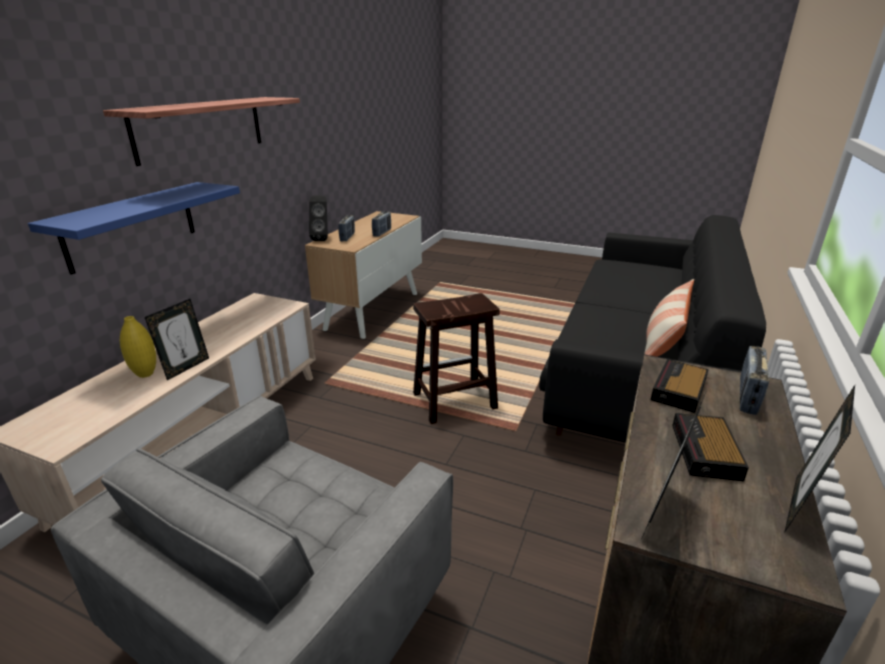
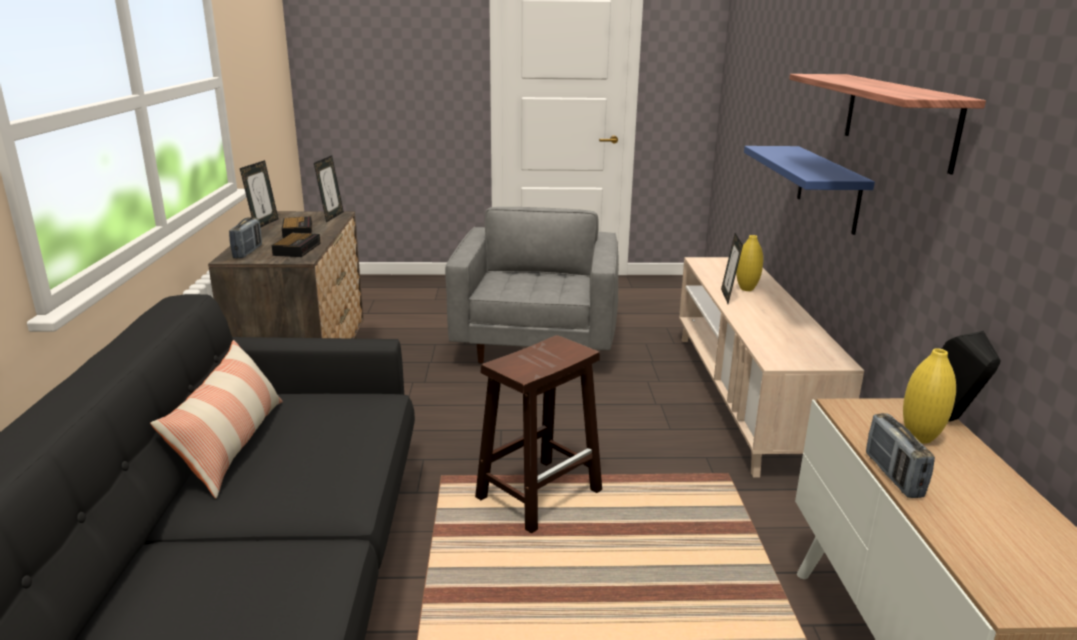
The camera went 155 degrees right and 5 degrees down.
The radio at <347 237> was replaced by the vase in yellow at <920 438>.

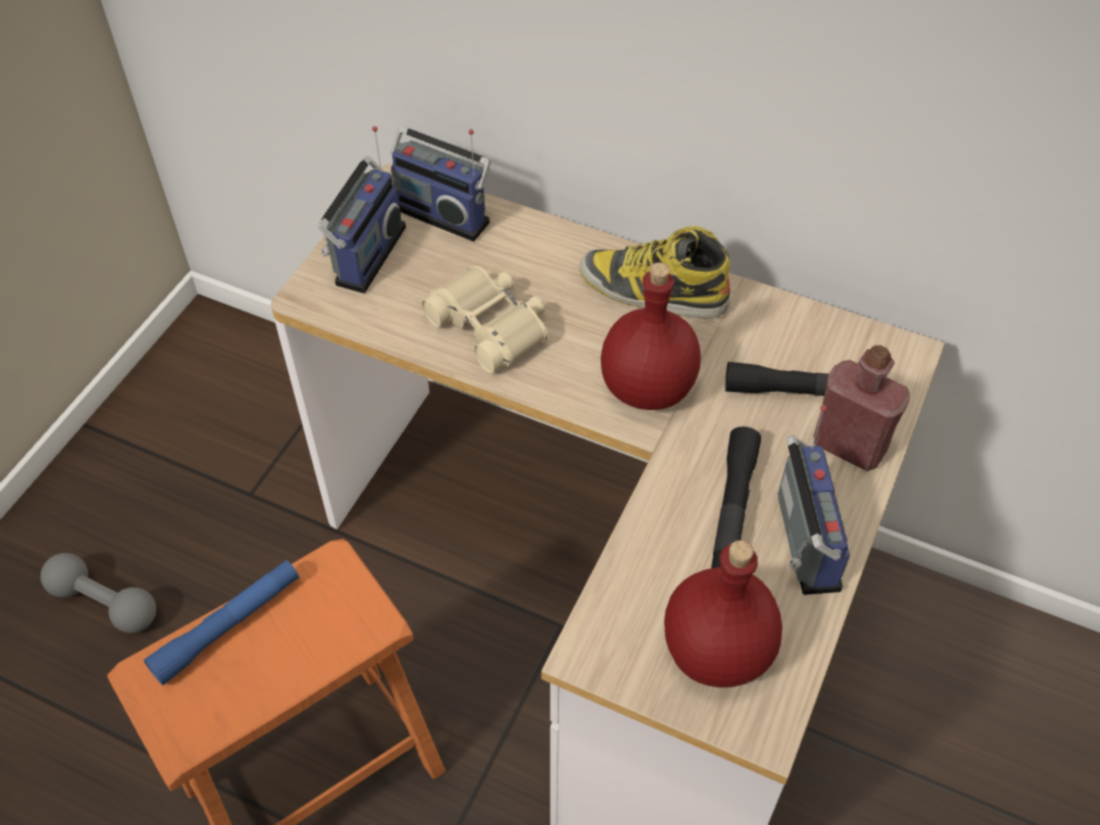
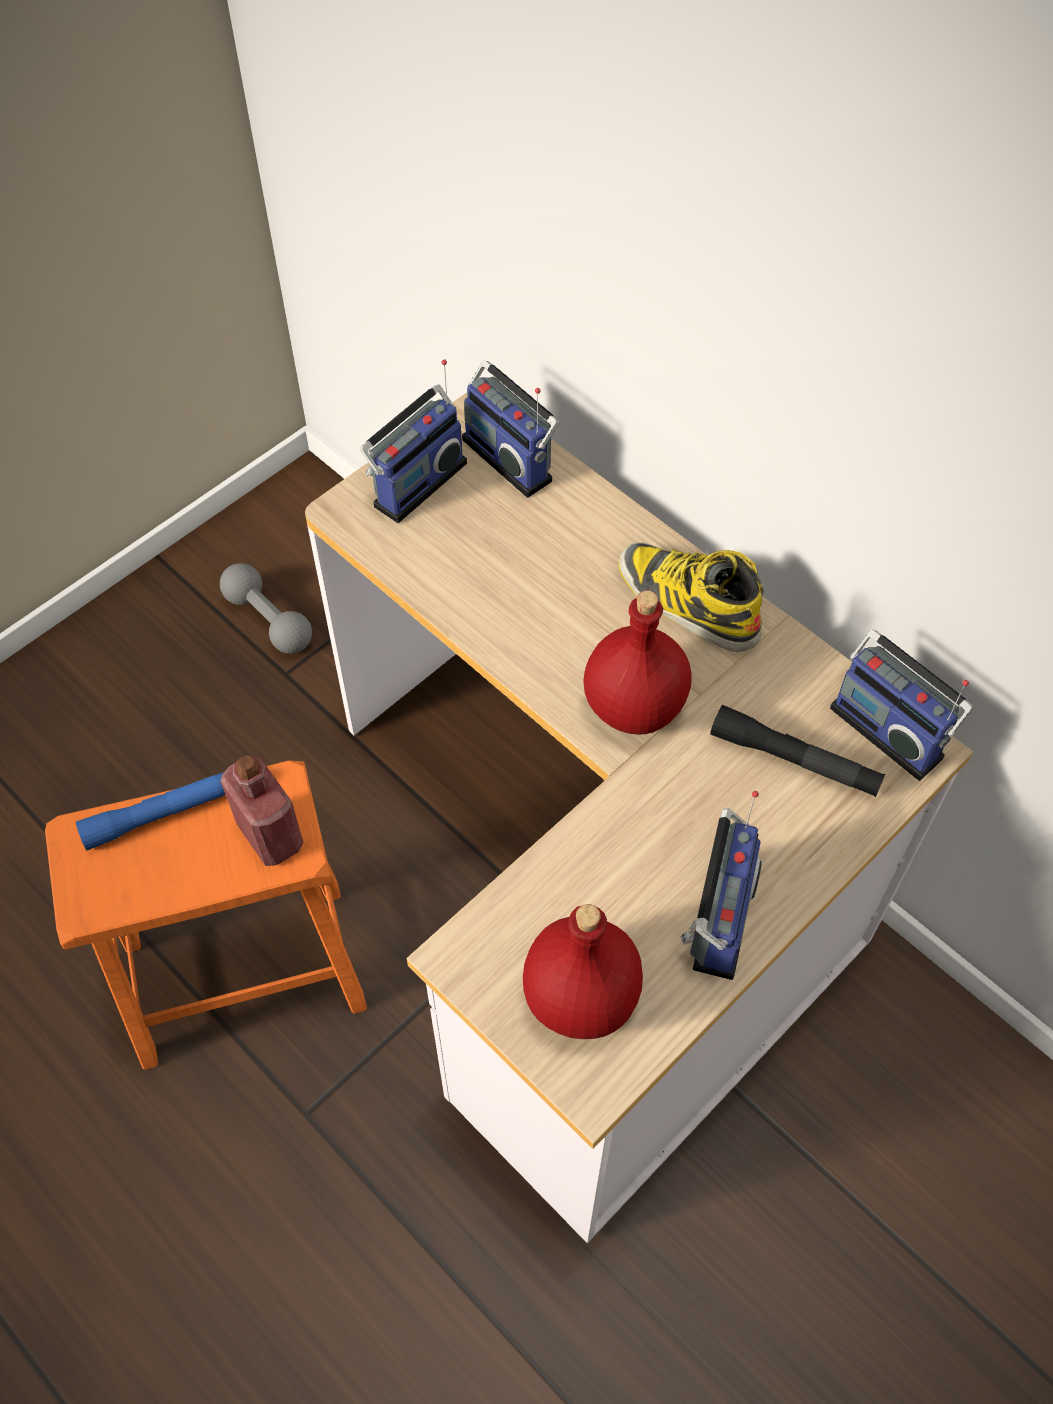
The camera went 20 degrees right and 5 degrees up.
The binoculars in beige at <490 325> disappeared.
The flashlight in black at <732 512> disappeared.
The radio at <889 729> appeared.
The dumbbell in grey moved from <104 603> to <268 620>.
The bottle in red moved from <849 446> to <270 835>.

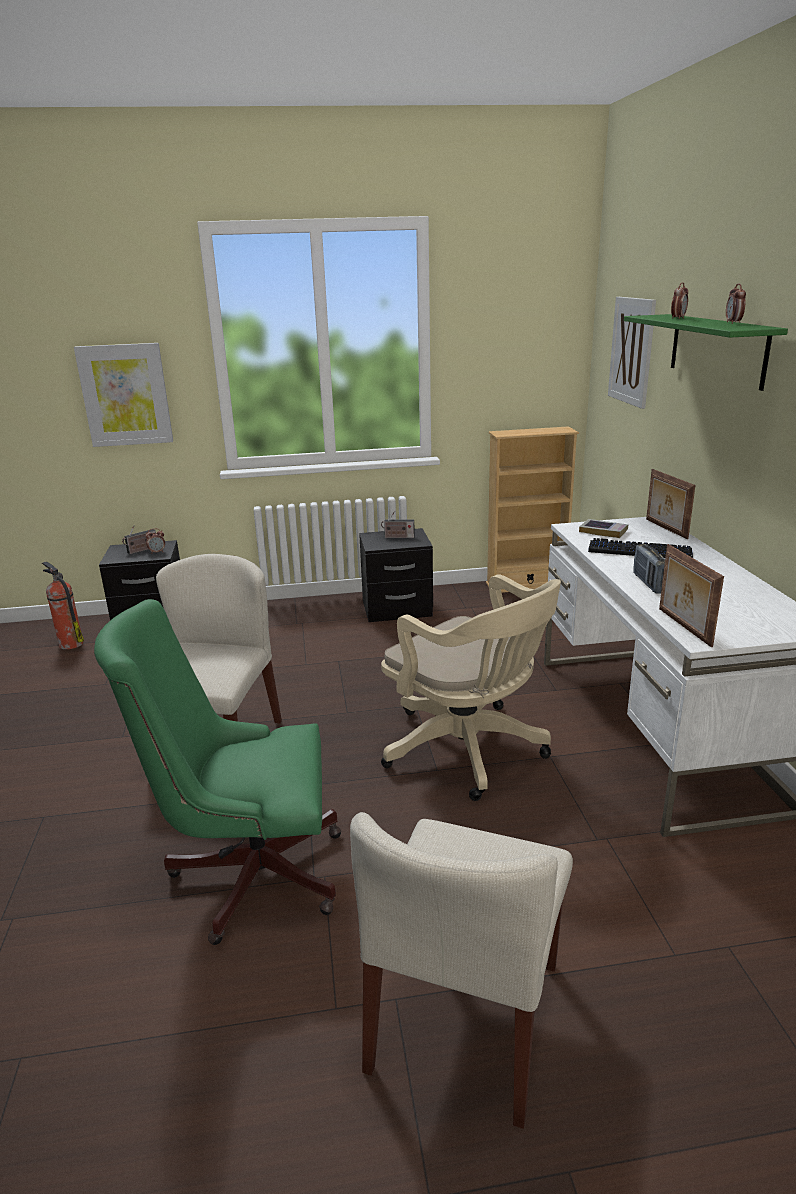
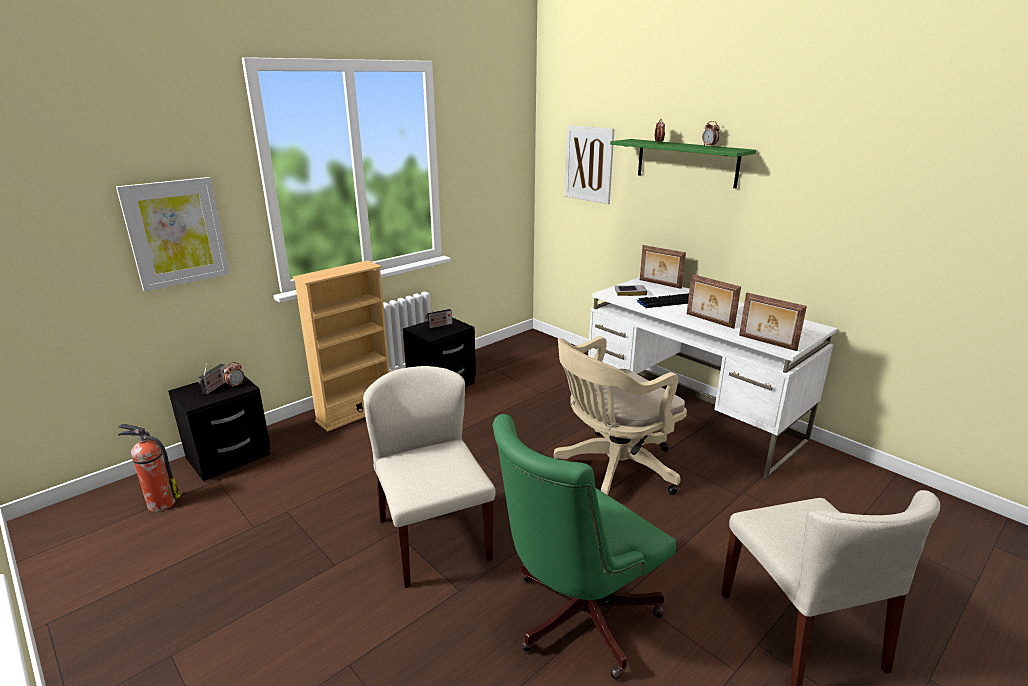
The camera went 35 degrees left and 0 degrees up.
The bookcase in beige moved from <526 585> to <355 413>.
The radio at <649 583> was replaced by the picture frame at <709 321>.
The office chair in beige at <470 751> turned 135 degrees clockwise.

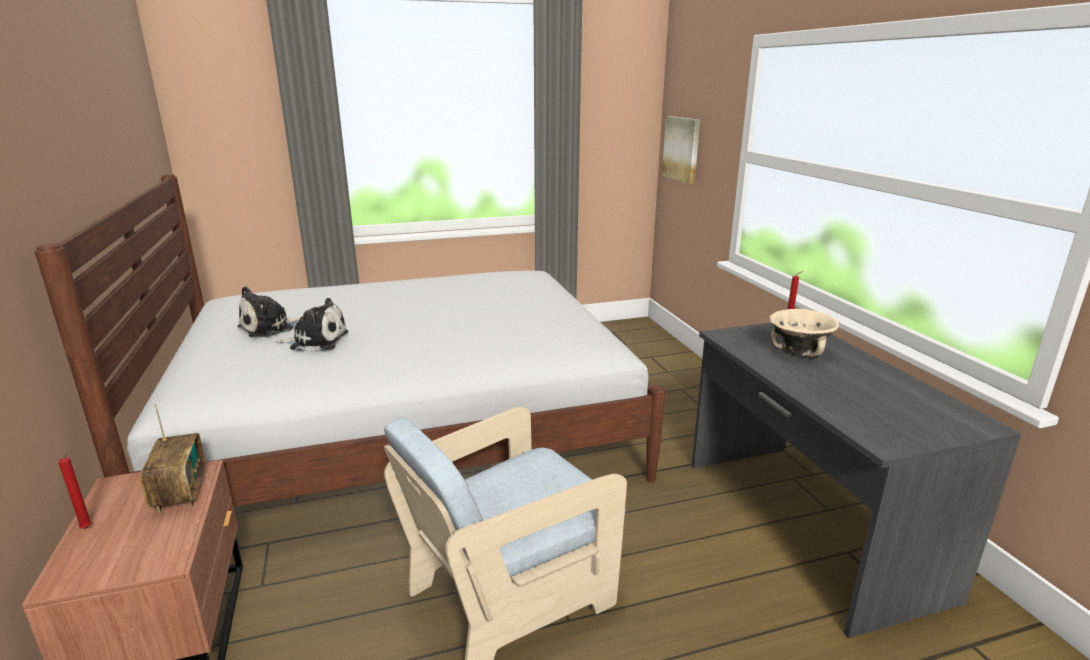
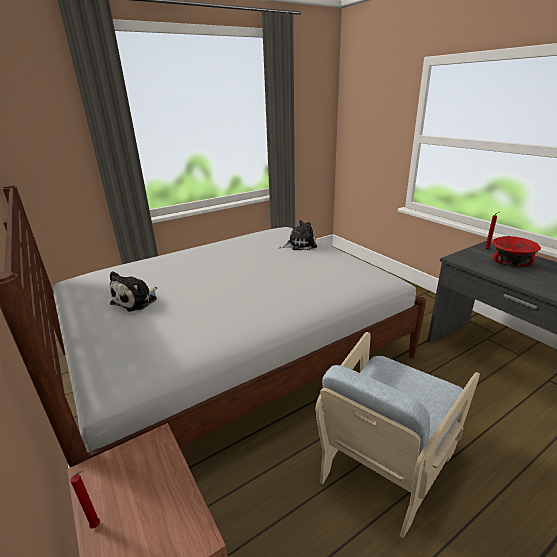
The camera went 15 degrees left and 5 degrees up.
The radio at <180 492> disappeared.
The picture at <682 149> disappeared.
The plush toy moved from <316 341> to <299 245>.
The bowl in beige at <799 351> became the bowl in red at <510 263>.

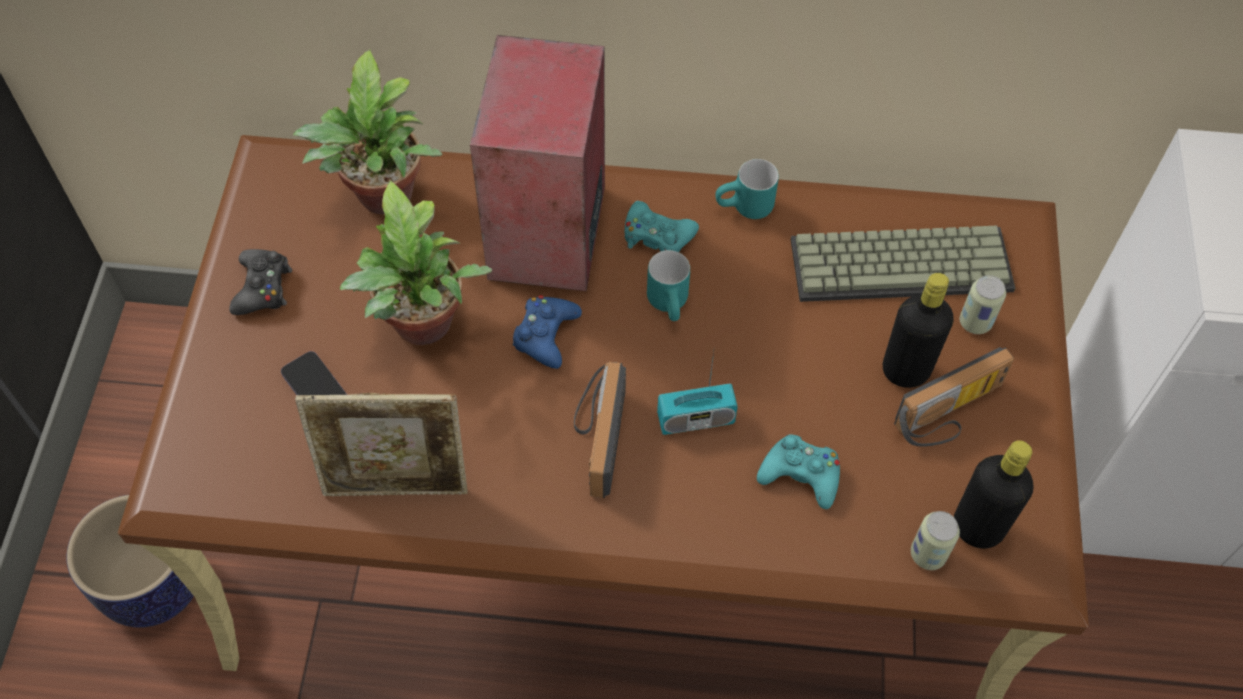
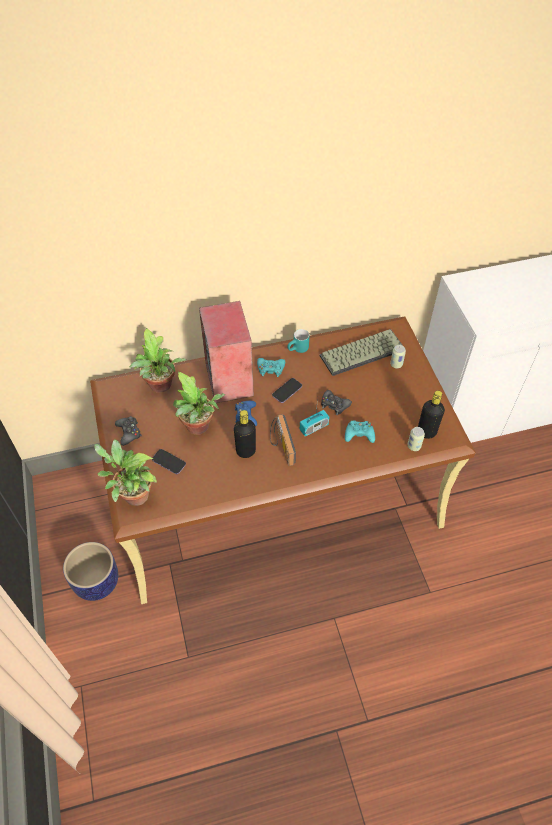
The camera went 20 degrees left and 5 degrees down.
The picture frame at <397 486> disappeared.
The radio at <951 416> disappeared.
The potted plant at <133 495> appeared.
The game controller in black at <334 405> appeared.
The bottle in black moved from <905 370> to <246 451>.
The mug in turquoise at <672 305> was replaced by the phone at <287 391>.

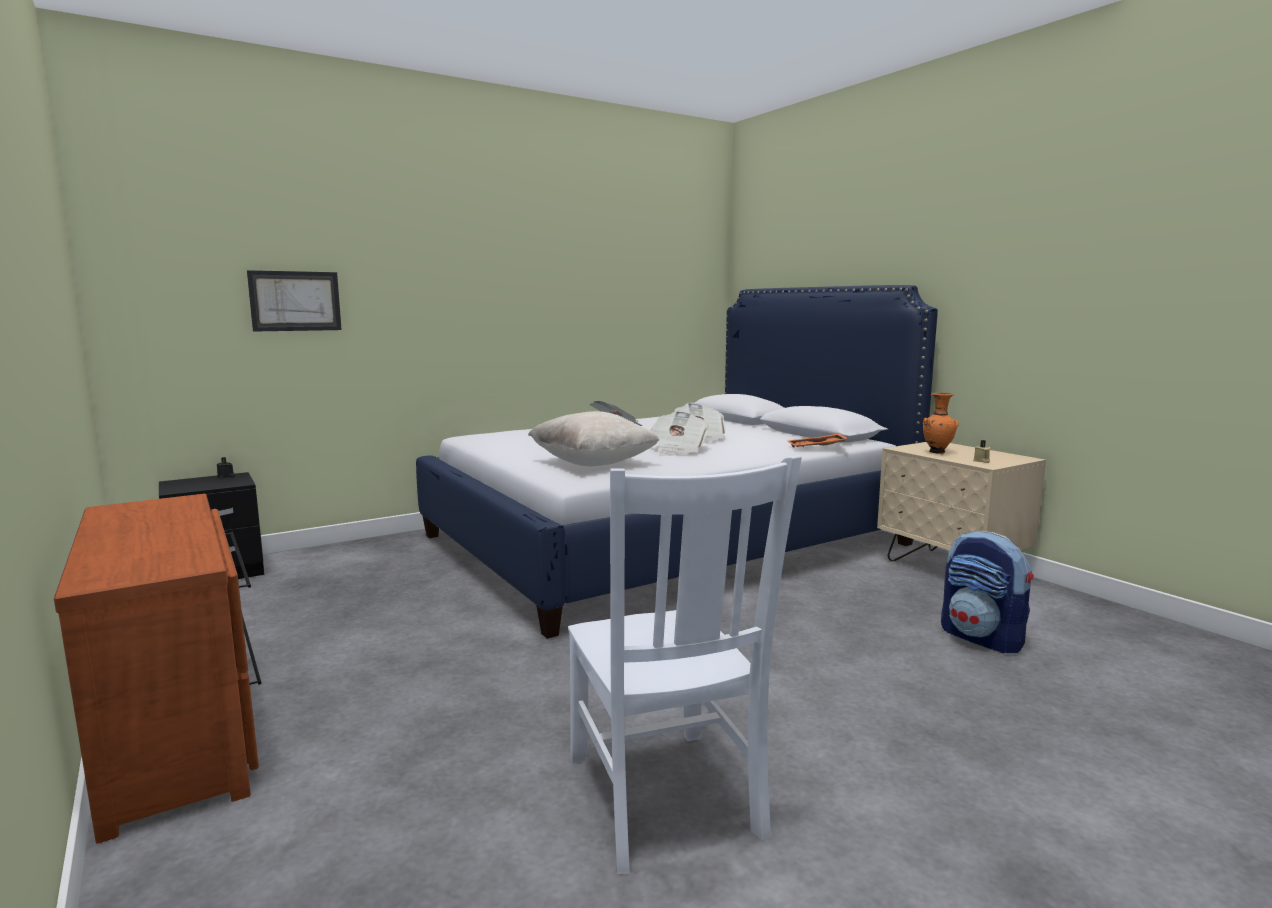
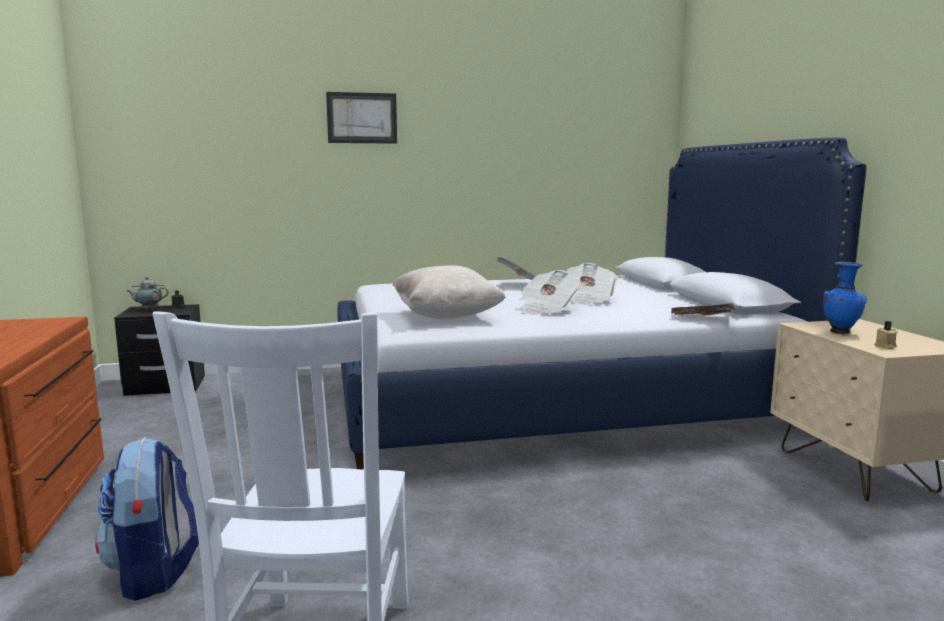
The camera went 20 degrees right and 0 degrees up.
The teapot at <148 310> appeared.
The picture moved from <295 301> to <362 118>.
The backpack moved from <982 638> to <154 572>.
The tray in orange at <817 448> became the tray in black at <701 317>.
The vase in orange at <937 452> became the vase in blue at <841 332>.

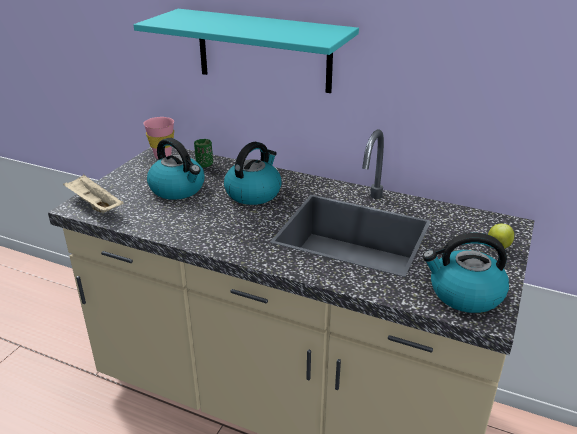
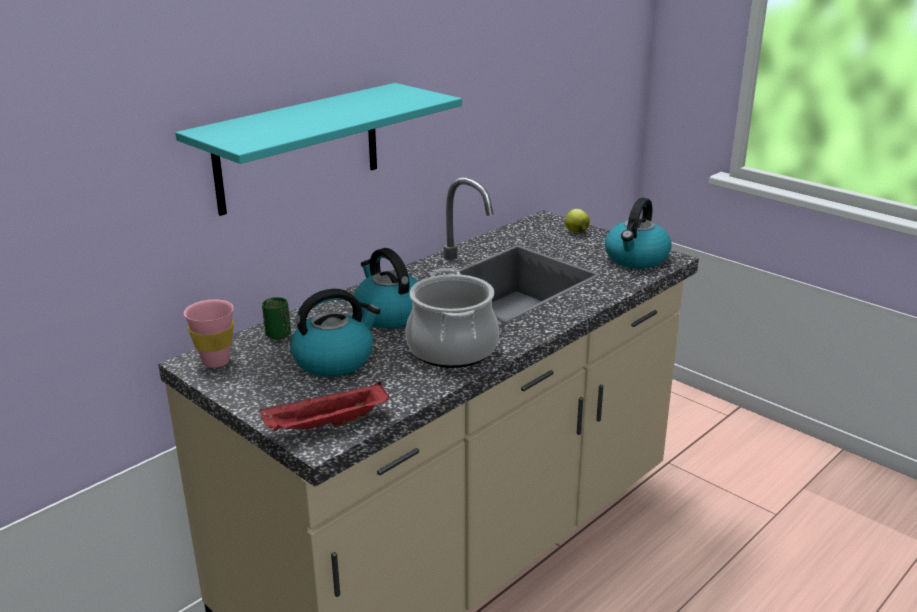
The camera went 70 degrees left and 5 degrees down.
The cooking pot at <451 349> appeared.
The tray in beige at <94 205> became the tray in red at <326 426>.

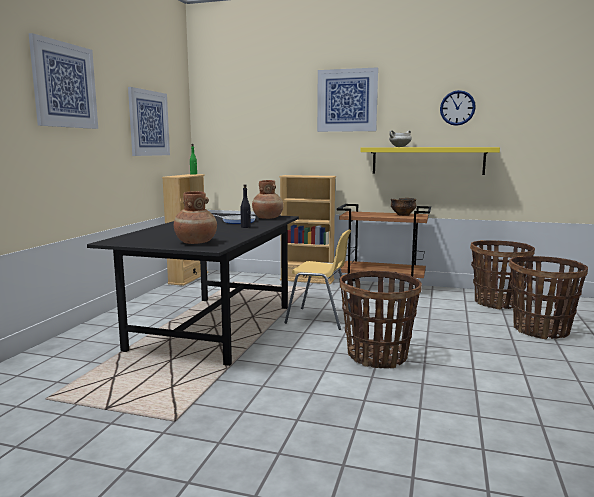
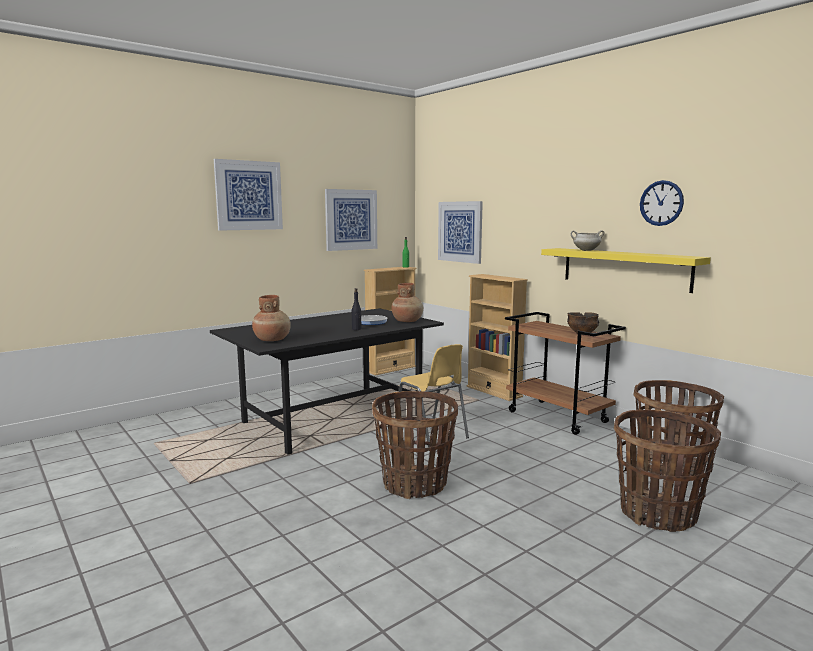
The camera went 35 degrees right and 0 degrees up.
The picture moved from <347 100> to <460 231>.

